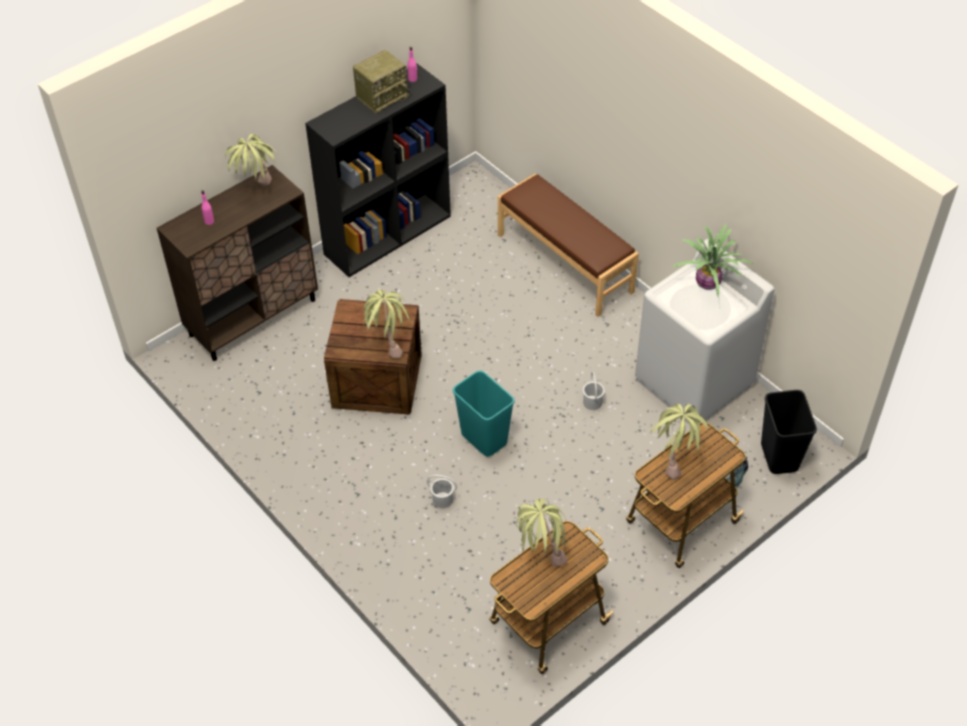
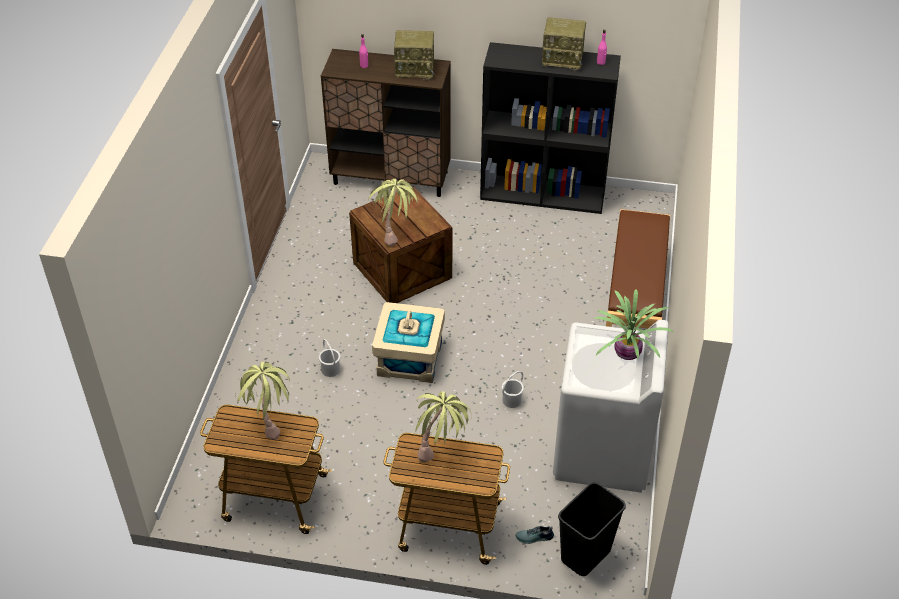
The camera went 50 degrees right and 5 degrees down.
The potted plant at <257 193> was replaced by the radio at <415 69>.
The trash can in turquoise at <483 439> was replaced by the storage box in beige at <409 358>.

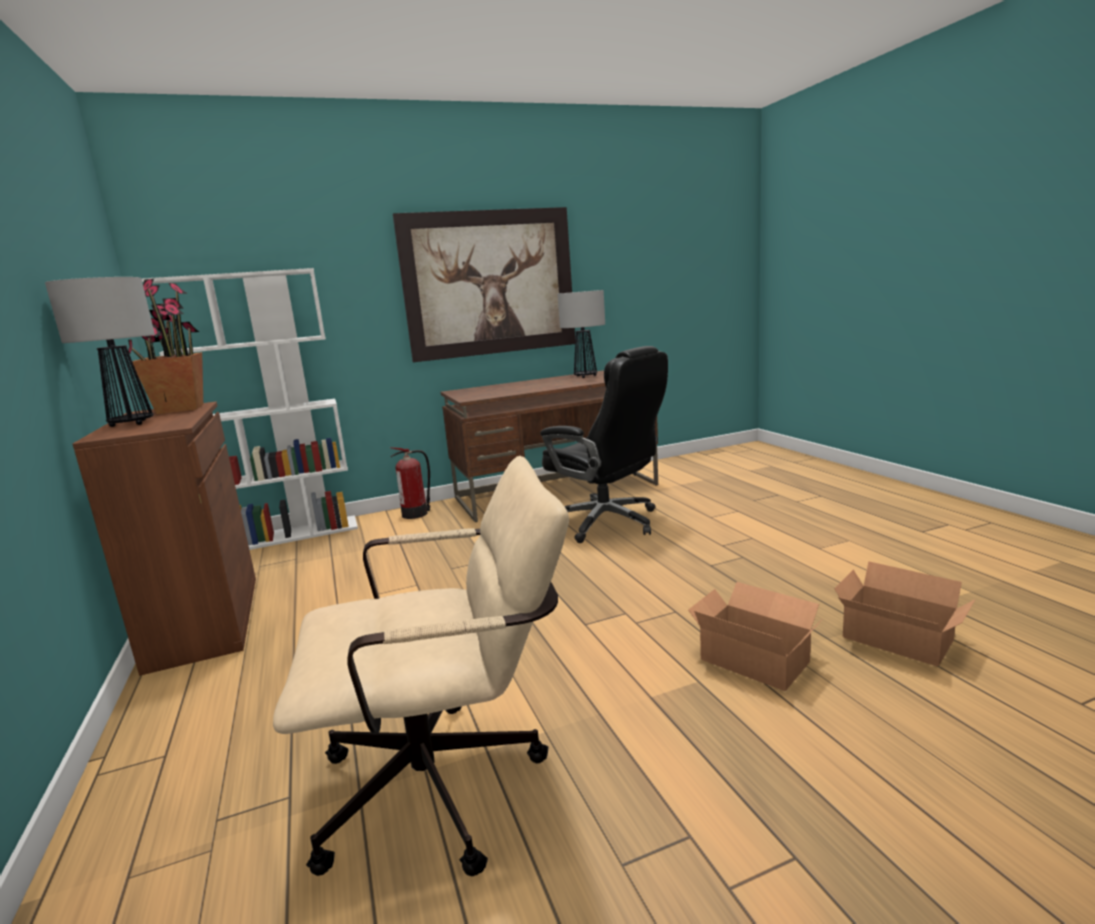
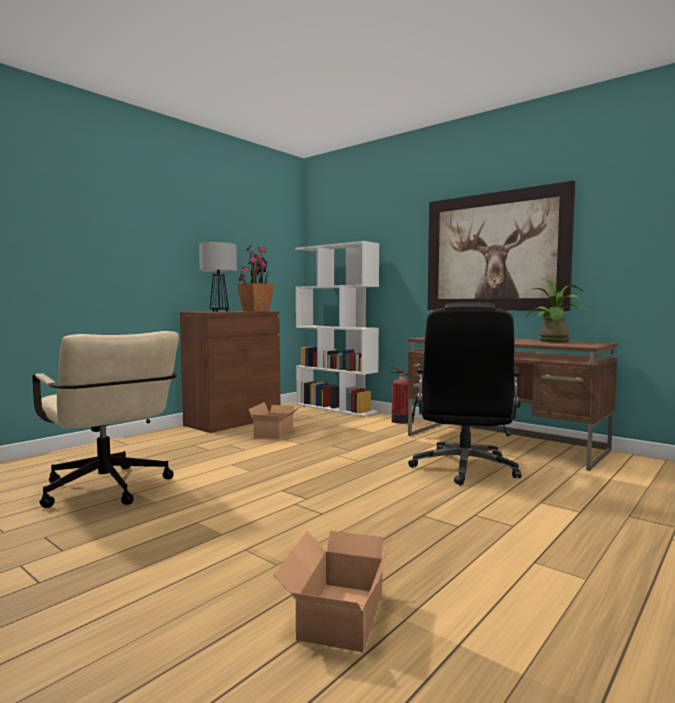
The camera went 60 degrees right and 10 degrees down.
The cardboard box moved from <754 658> to <276 433>.
The table lamp at <585 376> was replaced by the potted plant at <554 341>.

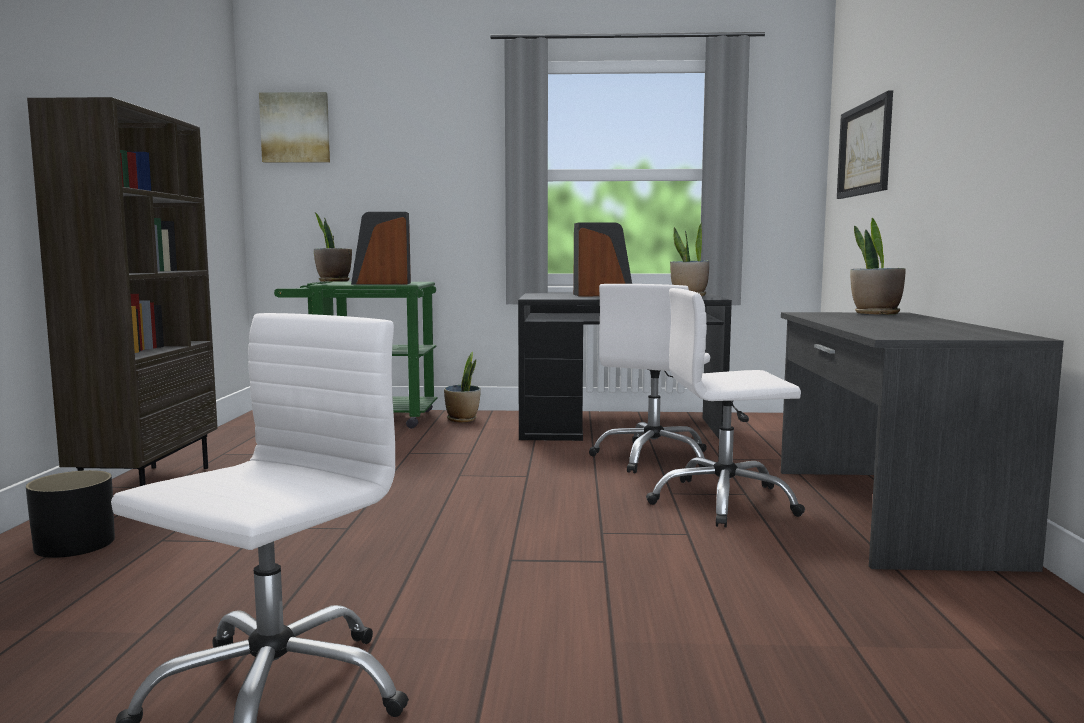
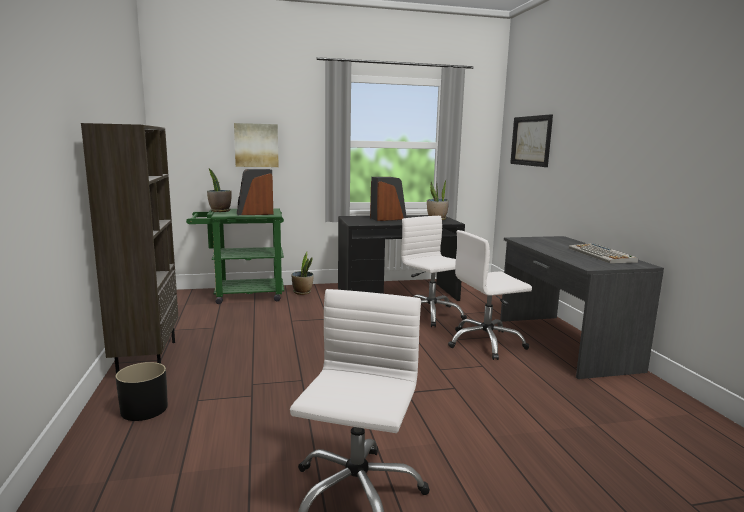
The camera went 15 degrees left and 5 degrees up.
The potted plant at <875 314> disappeared.
The keyboard at <602 255> appeared.
The picture moved from <295 128> to <256 145>.
The office chair in white at <653 458> turned 135 degrees clockwise.

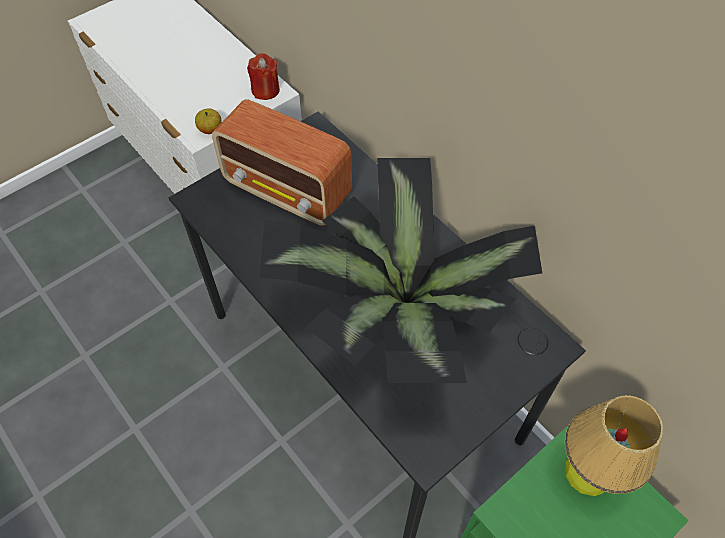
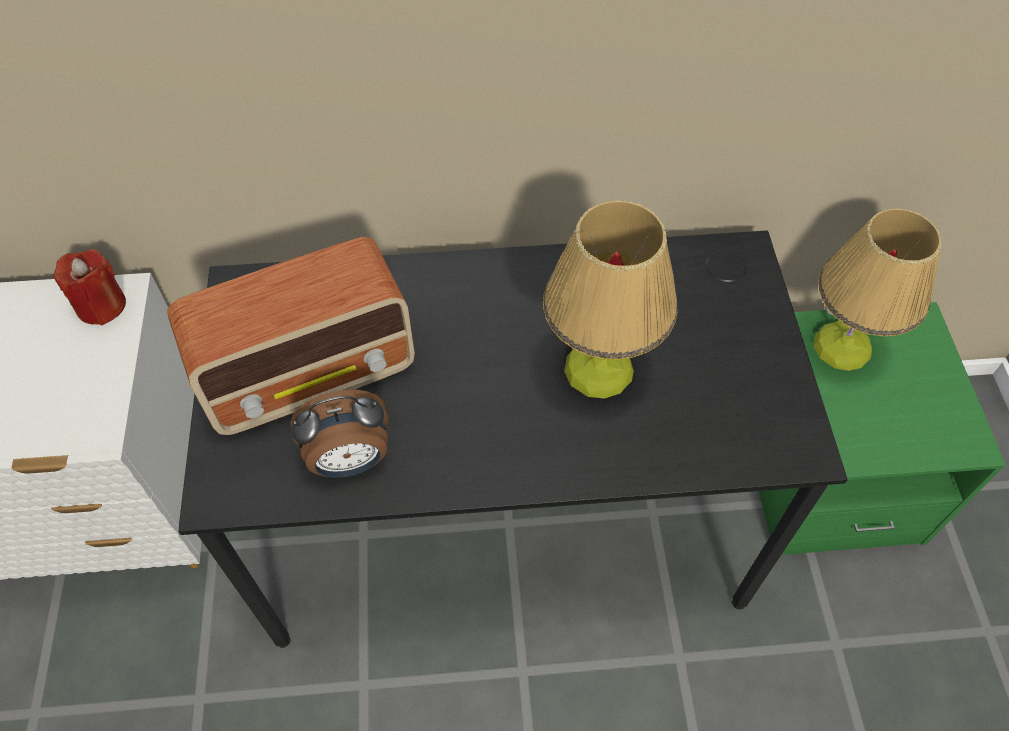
The camera went 55 degrees left and 0 degrees up.
The apple at <210 129> disappeared.
The alarm clock at <350 460> appeared.
The potted plant at <396 315> was replaced by the table lamp at <599 369>.

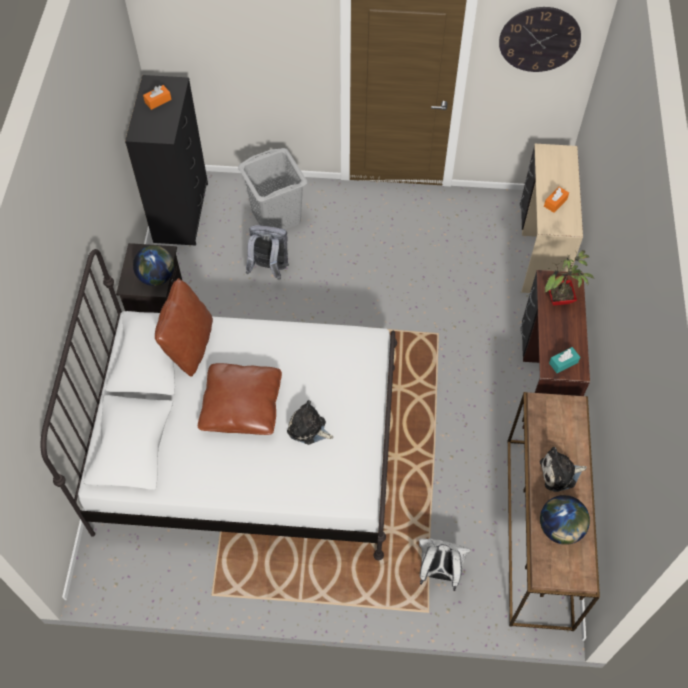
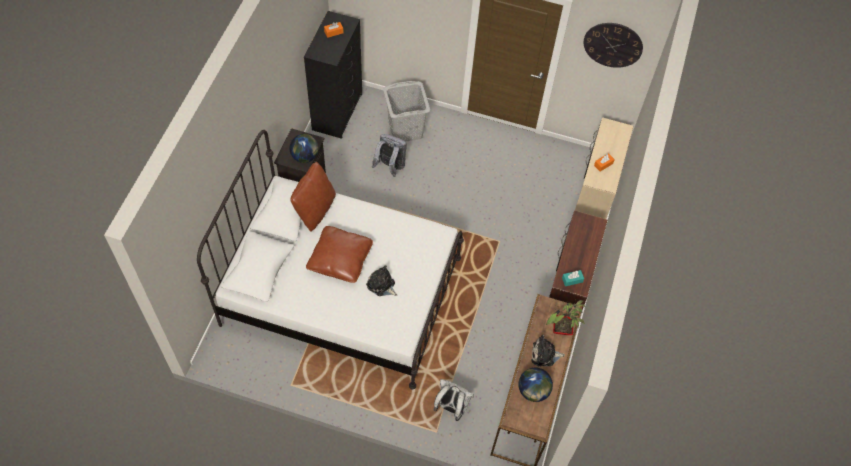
The camera went 10 degrees right and 0 degrees up.
The potted plant moved from <559 300> to <561 330>.

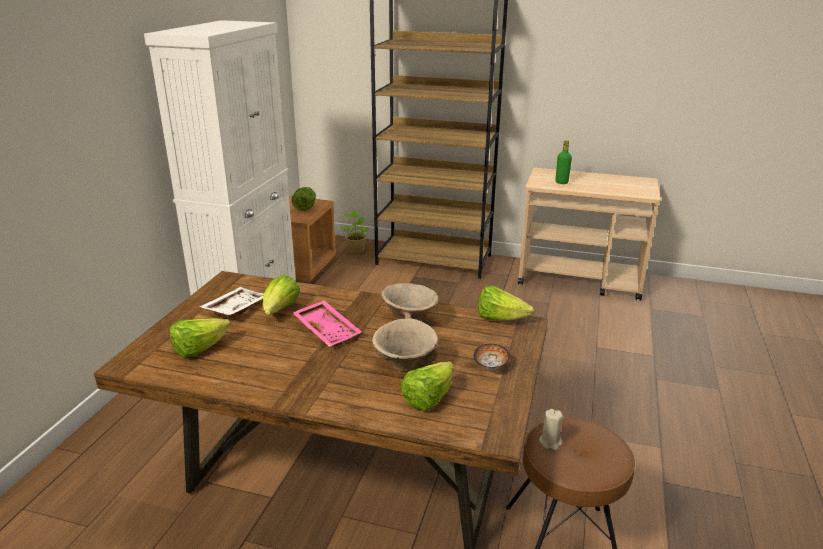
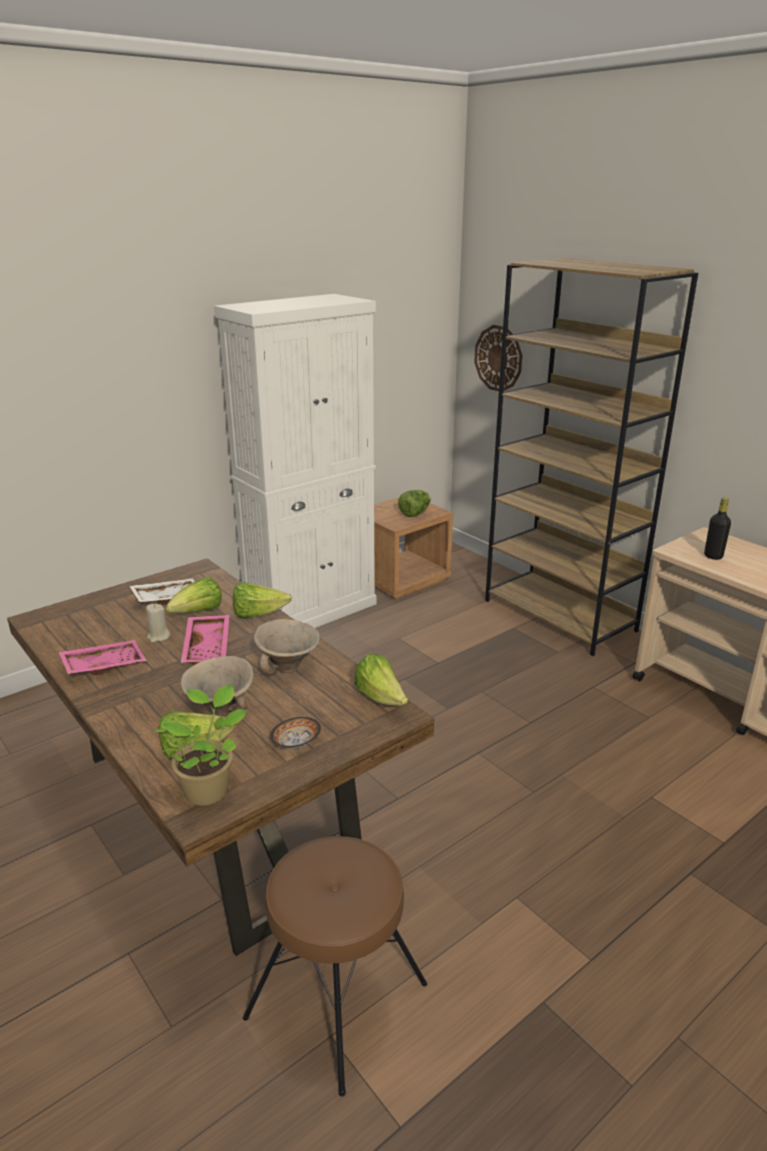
The camera went 35 degrees right and 0 degrees up.
The tray in pink at <104 665> appeared.
The wall clock at <498 358> appeared.
The lettuce moved from <199 349> to <258 614>.
The potted plant moved from <356 250> to <208 789>.
The candle in beige moved from <550 442> to <158 636>.
The bottle in green at <561 182> became the bottle in black at <713 556>.

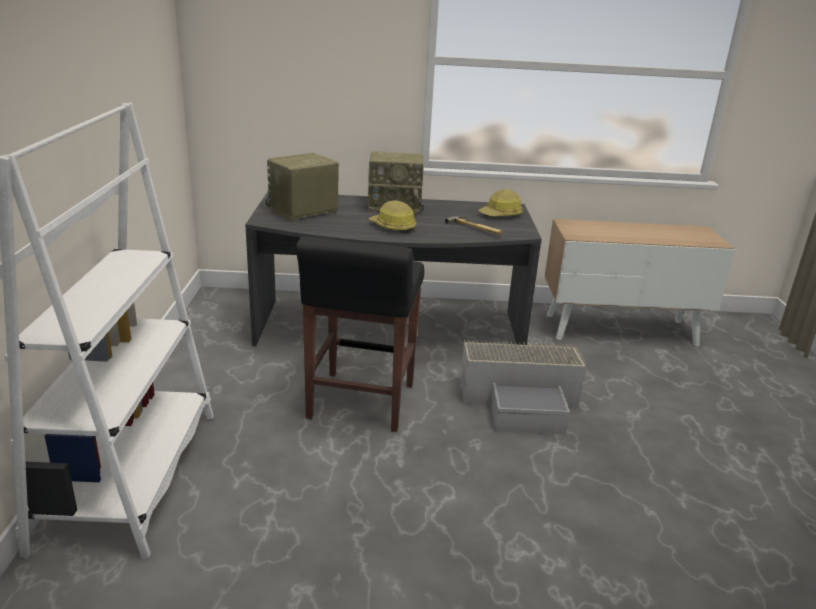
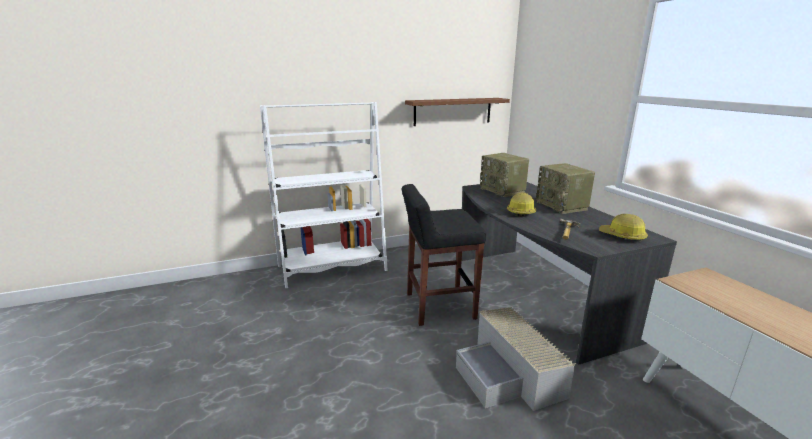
The camera went 70 degrees right and 5 degrees down.
The shelf in brown at <453 111> appeared.
The radio at <303 212> turned 150 degrees counterclockwise.

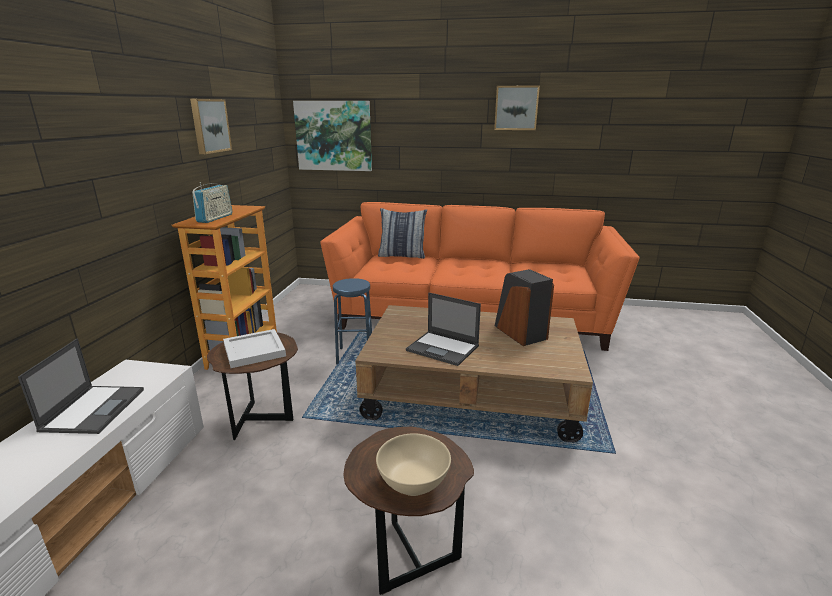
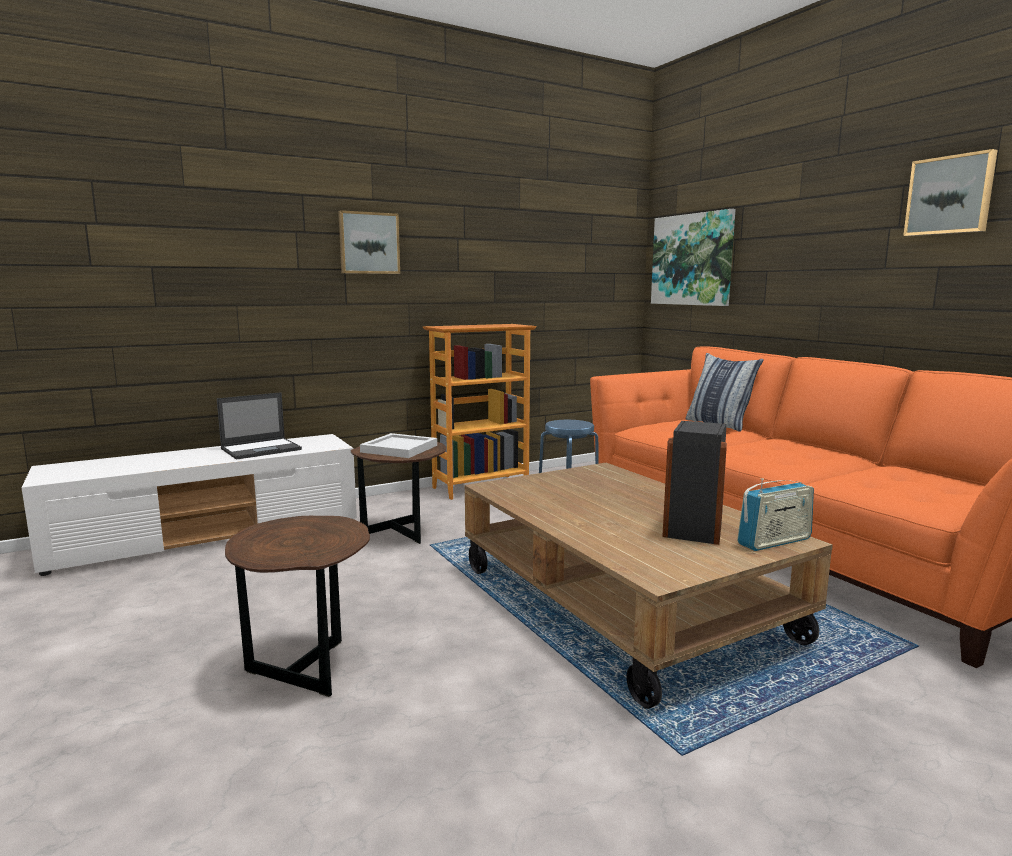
The camera went 50 degrees right and 10 degrees down.
The bowl in beige at <413 483> disappeared.
The laptop at <443 348> disappeared.
The picture moved from <209 126> to <368 243>.
The radio moved from <215 218> to <774 542>.

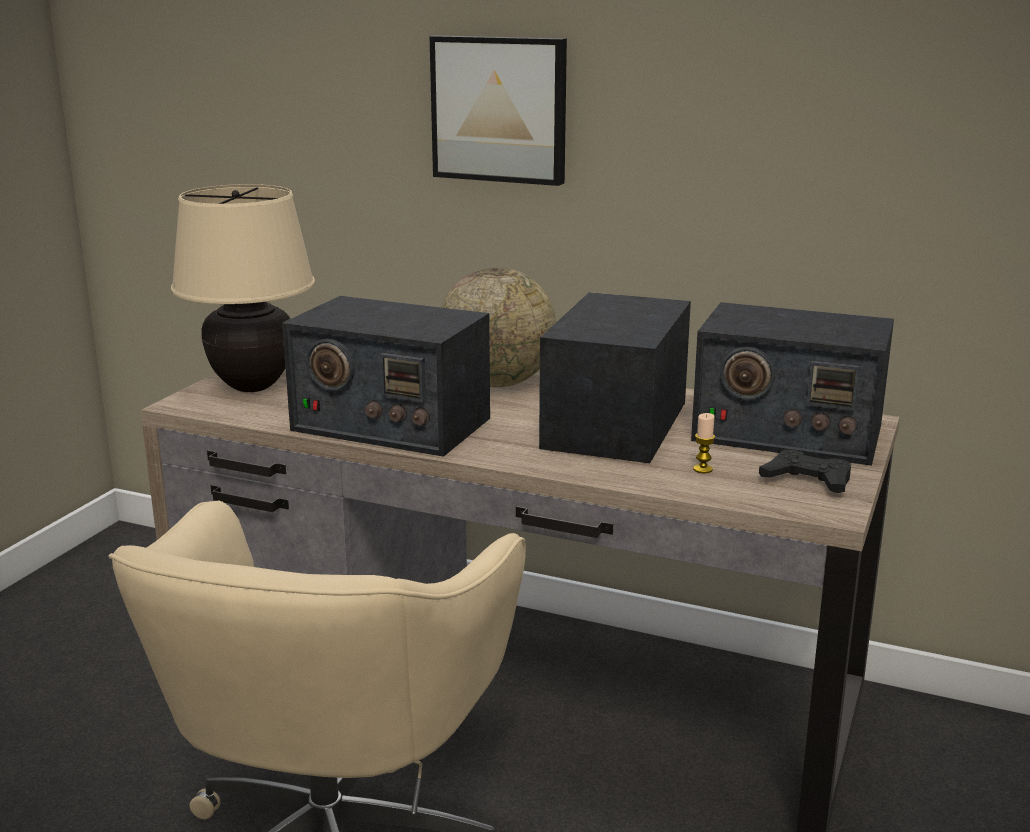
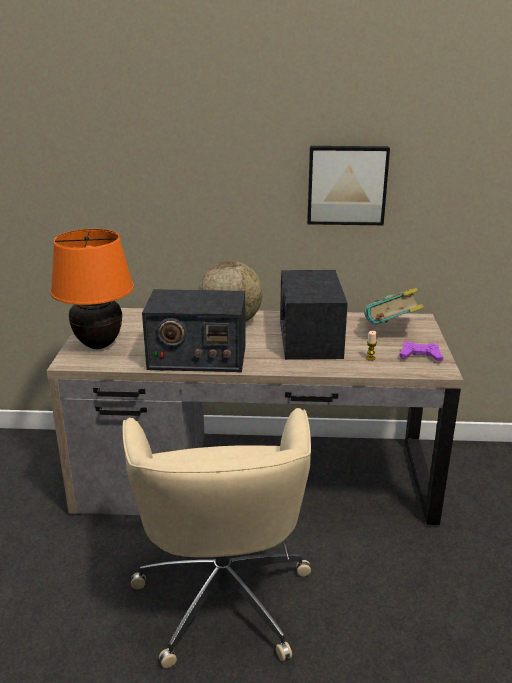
The camera went 20 degrees left and 5 degrees up.
The picture moved from <500 109> to <347 185>.
The radio at <786 433> was replaced by the book at <391 331>.
The table lamp in beige at <251 387> became the table lamp in orange at <98 345>.
The game controller in black at <807 480> became the game controller in purple at <420 356>.

